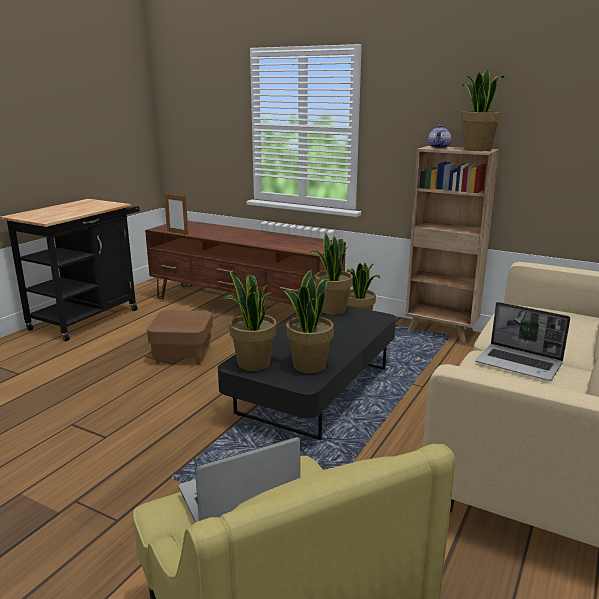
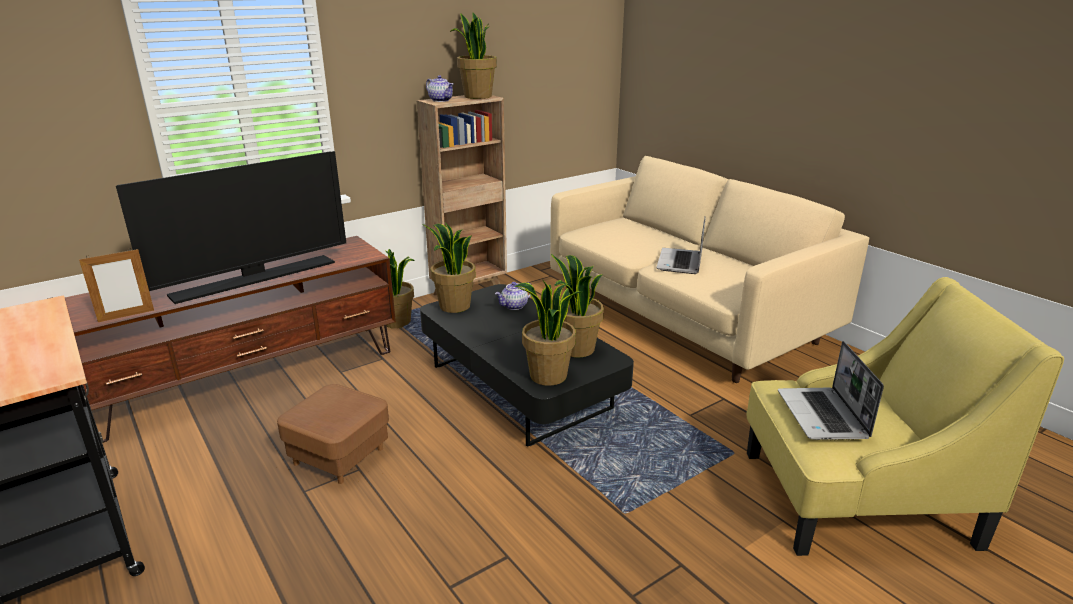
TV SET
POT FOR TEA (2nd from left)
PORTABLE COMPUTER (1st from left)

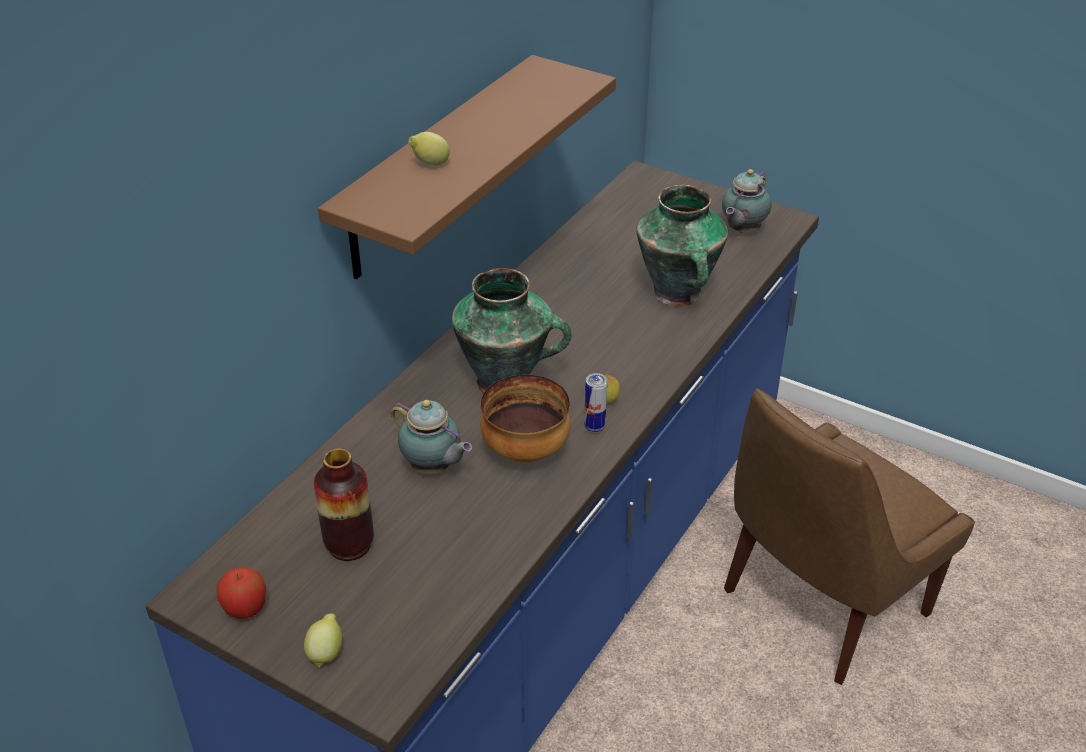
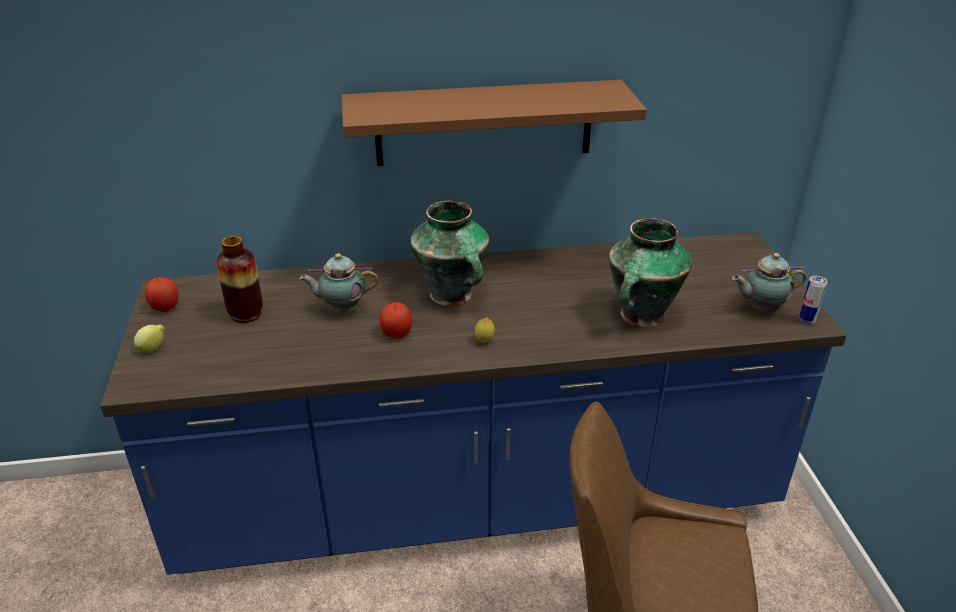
CITRUS FRUIT (2nd from left in the first image)
SEALED CAN
APPLE (2nd from left)
POT FOR TEA (1st from left)

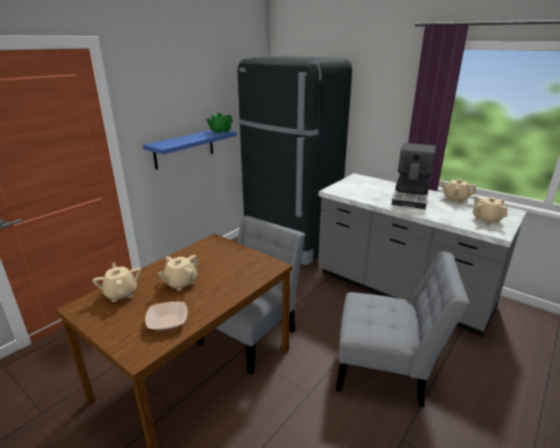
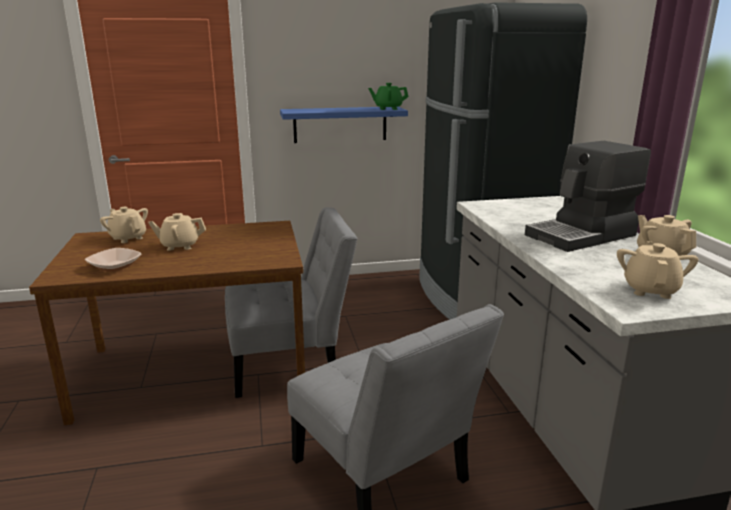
SAND-COLOURED POT FOR TEA (1st from left)

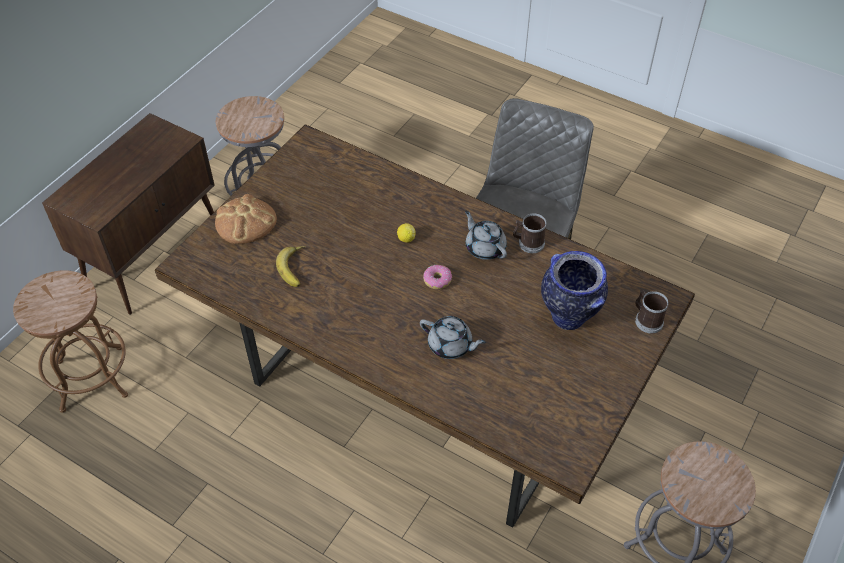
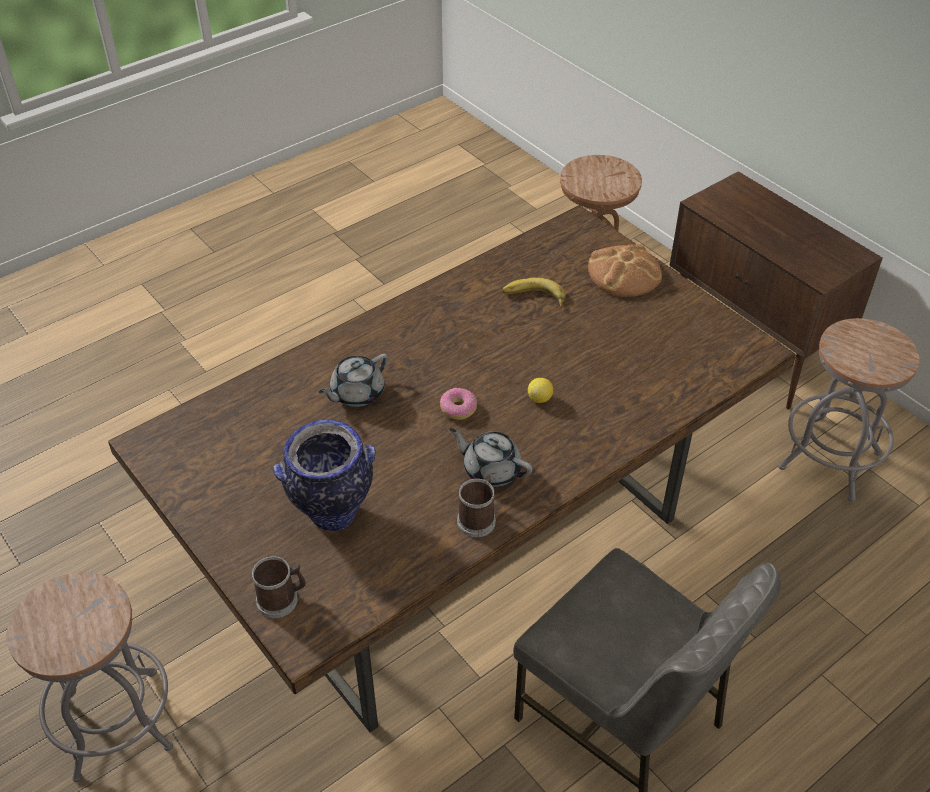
GREY POT FOR TEA (2nd from left)

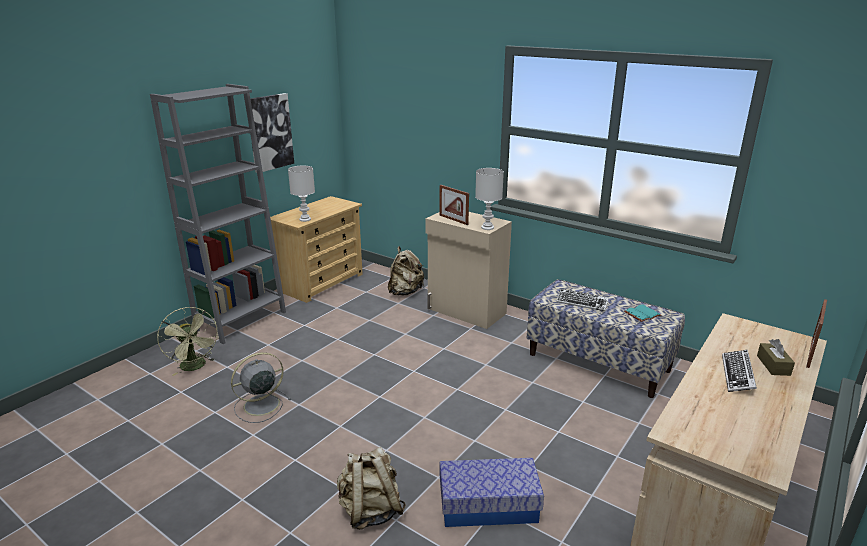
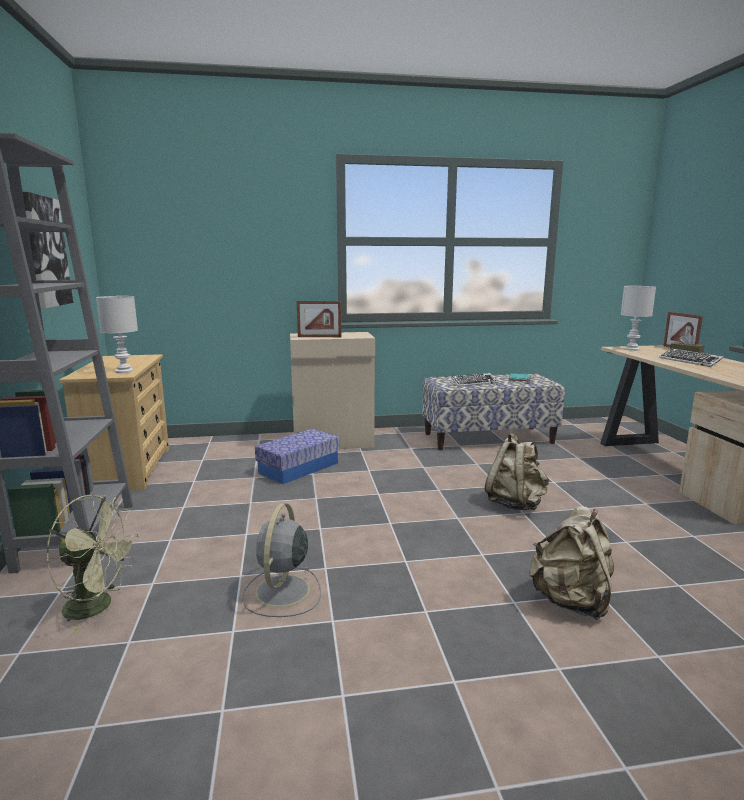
SAND-COLOURED BACKPACK (1st from left)
STORAGE BOX
WHITE TABLETOP LAMP (2nd from left)

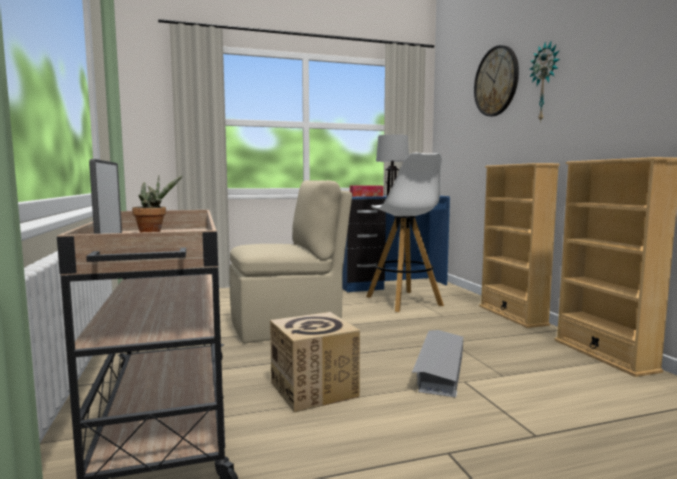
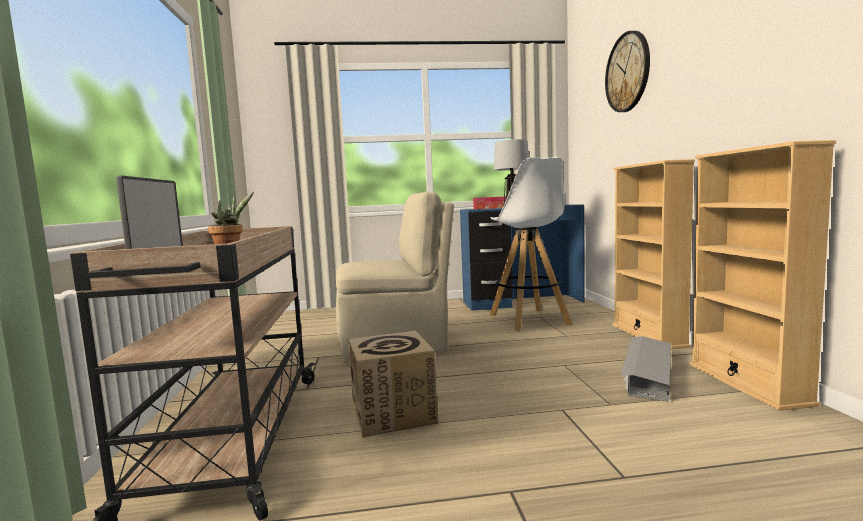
HANGING CLOCK (2nd from left in the first image)
GREY STORAGE BOX

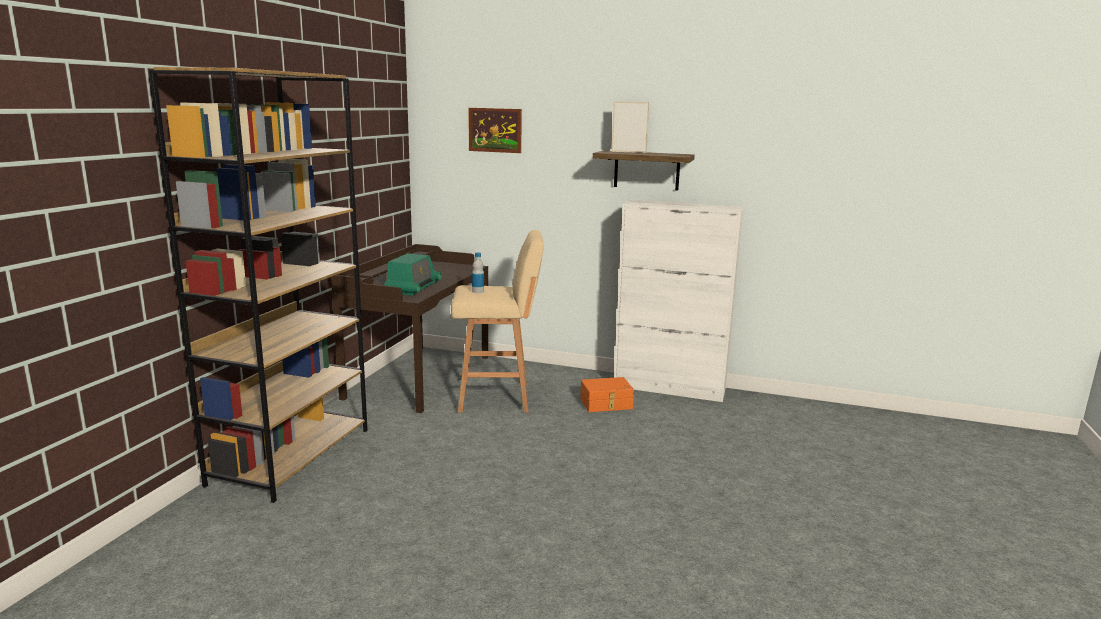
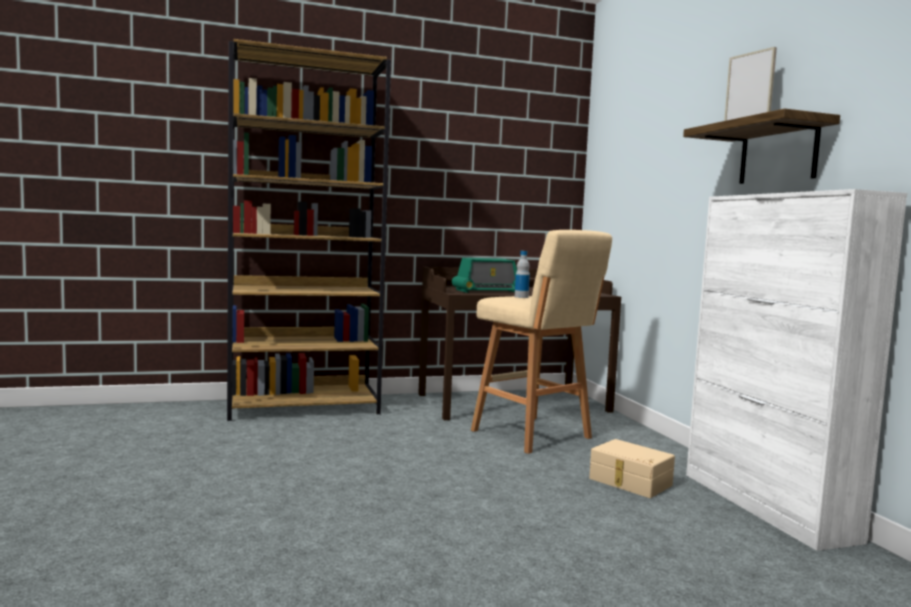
WALL PICTURE
SAND-COLOURED STORAGE BOX

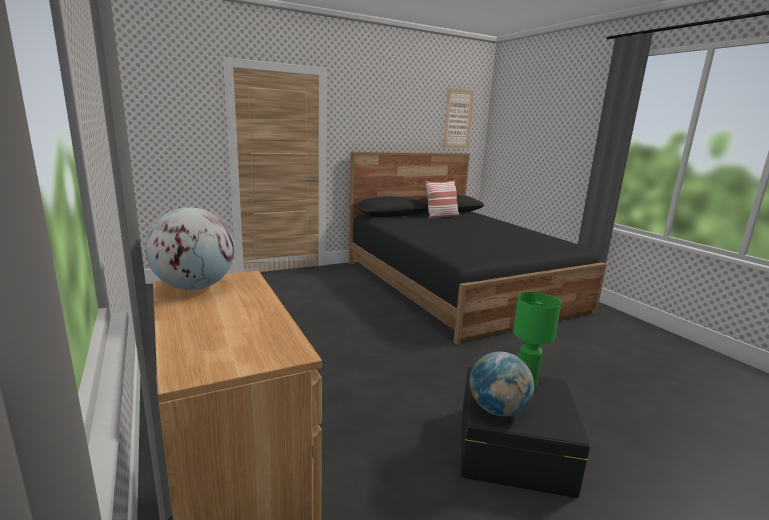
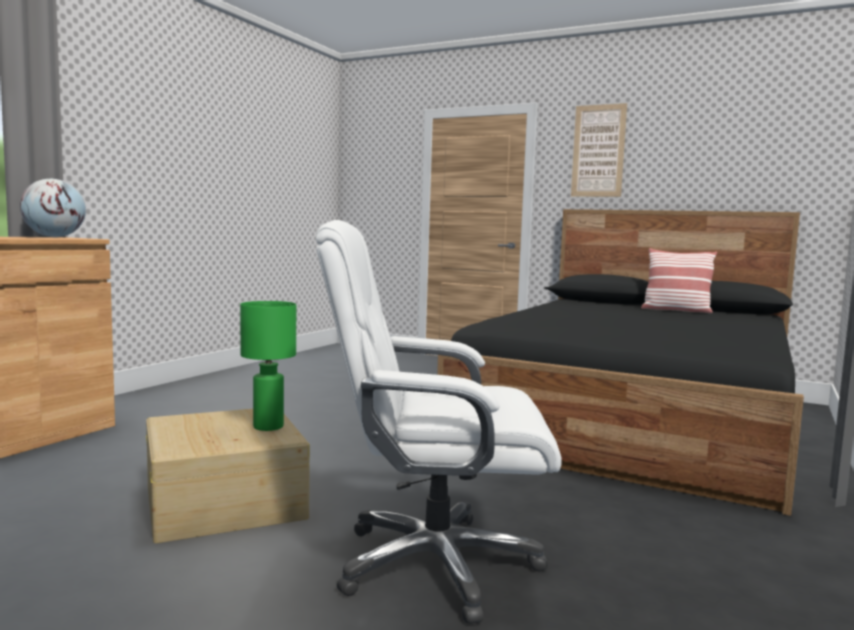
GLOBE (2nd from left in the first image)
WHITE DESK CHAIR
WALL PICTURE
SAND-COLOURED STORAGE BOX

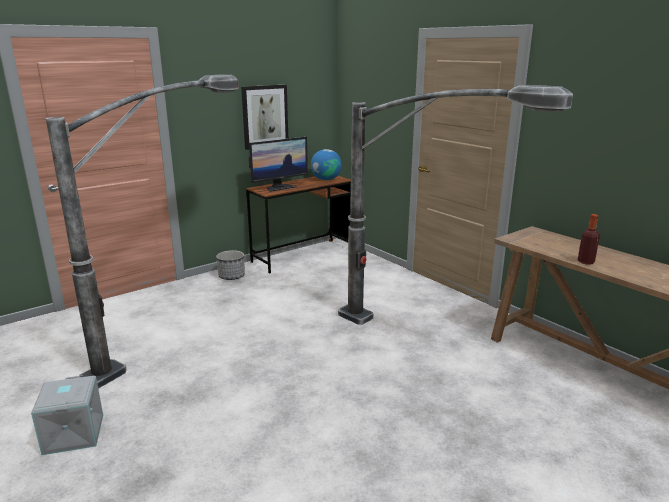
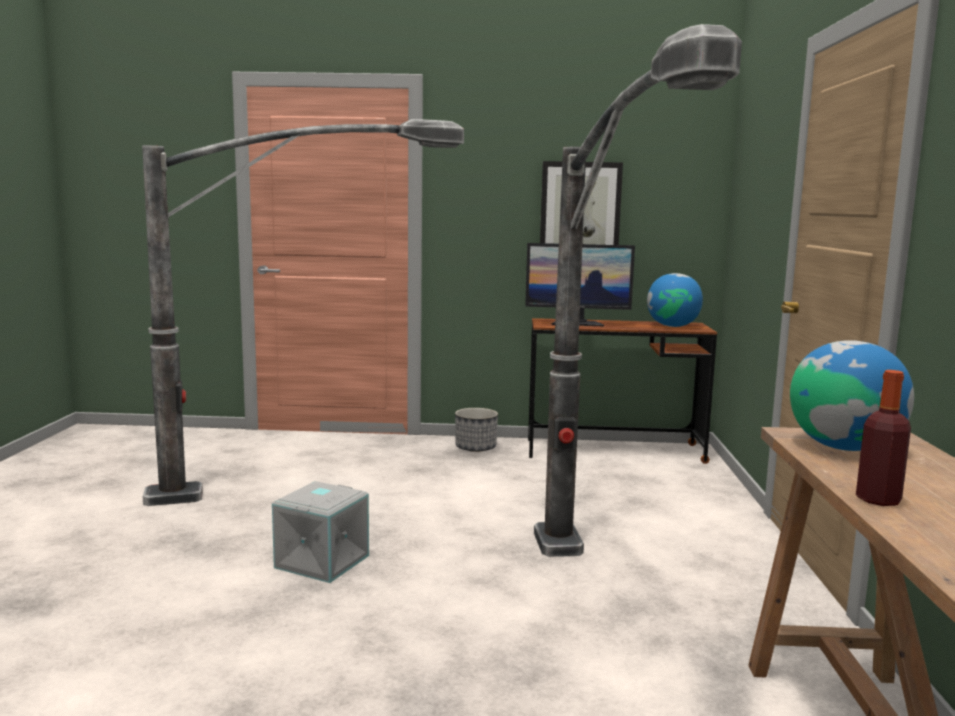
GLOBE (2nd from left)
GREY STORAGE BOX

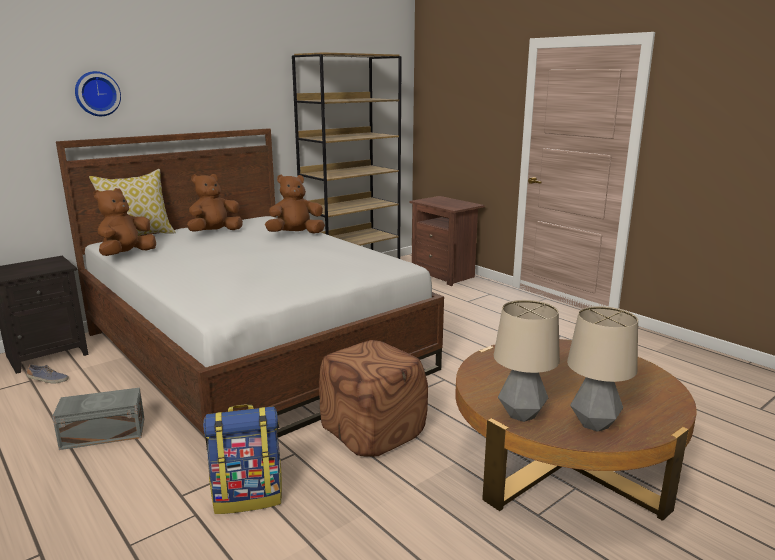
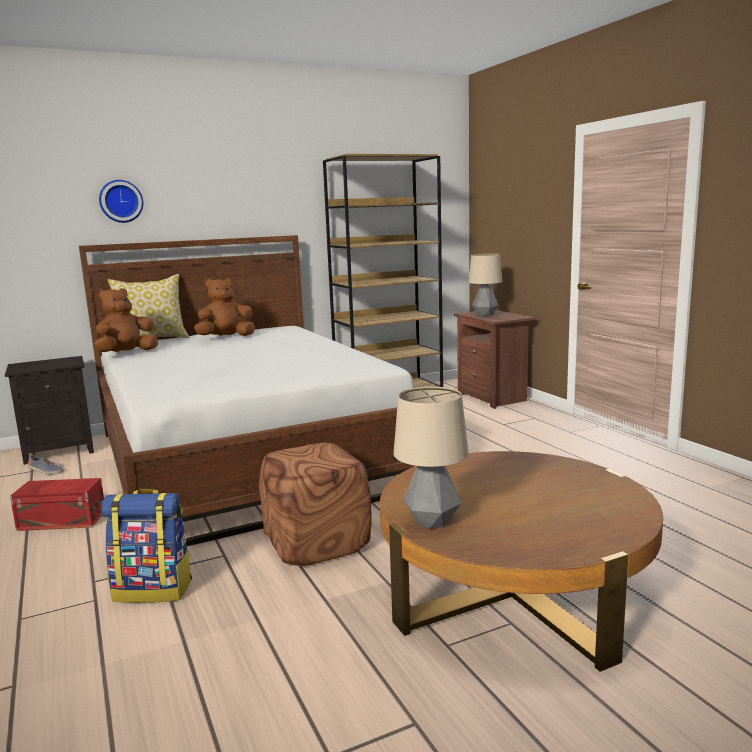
BROWN-COLOURED PLUSH TOY (3rd from left in the first image)
TABLETOP LAMP (2nd from left)
RED STORAGE BOX

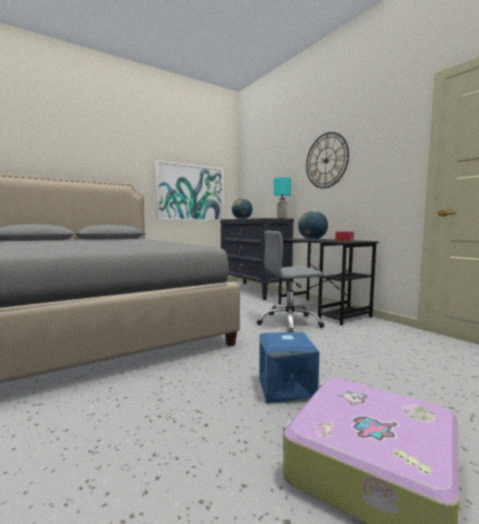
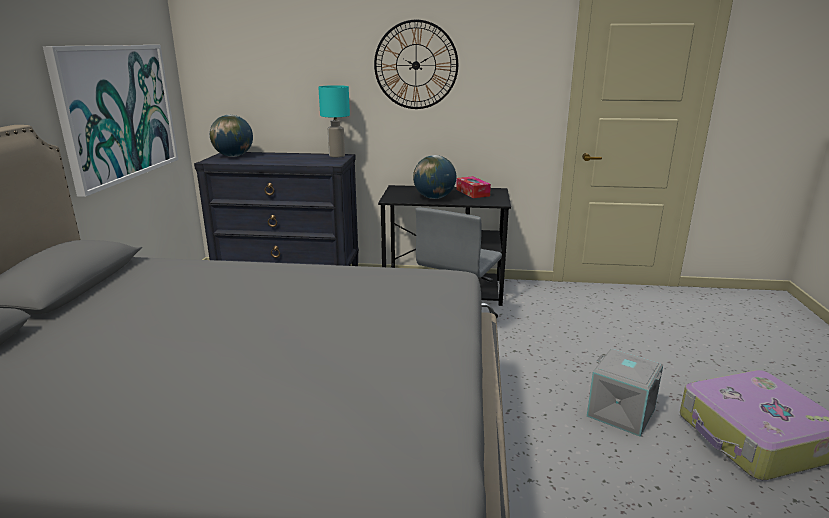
GREY STORAGE BOX

